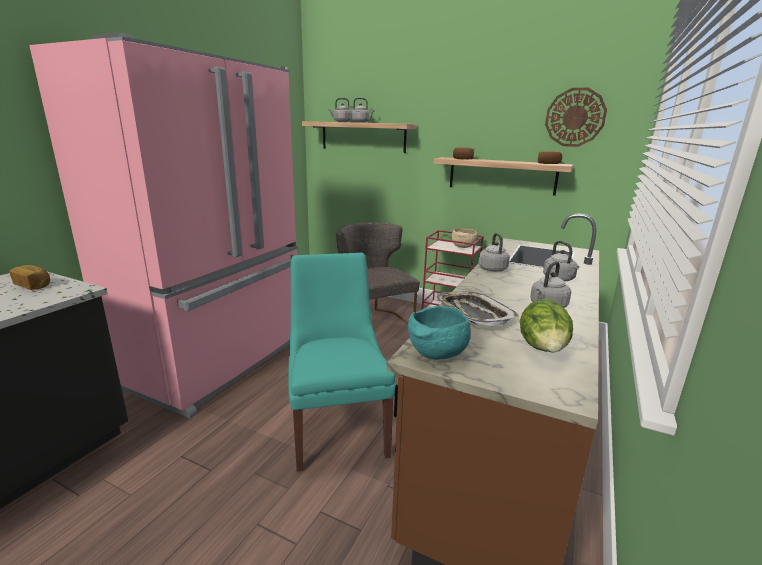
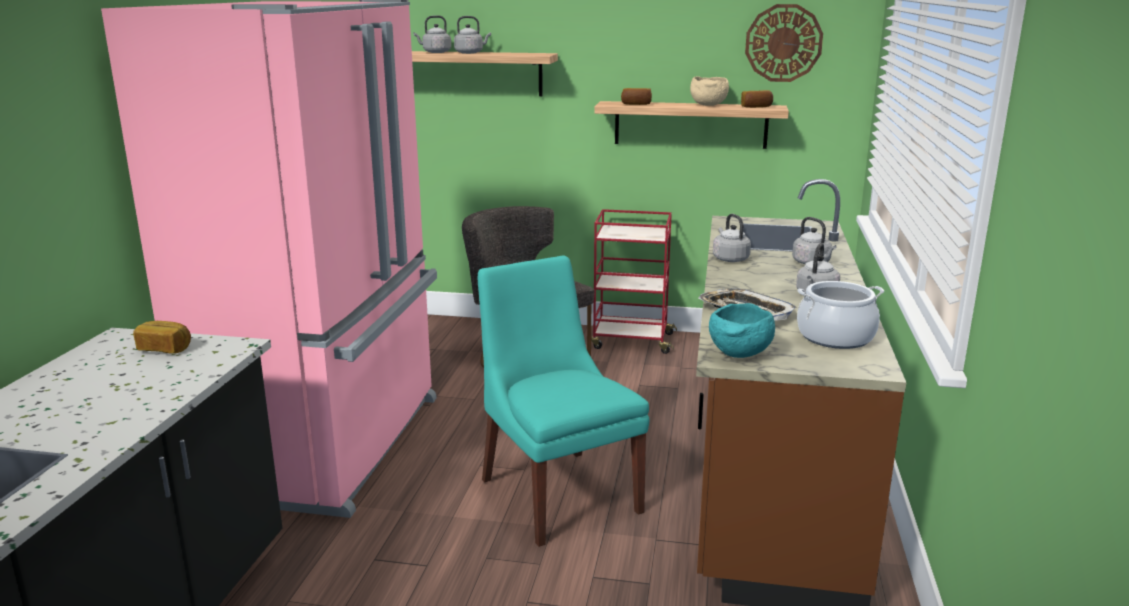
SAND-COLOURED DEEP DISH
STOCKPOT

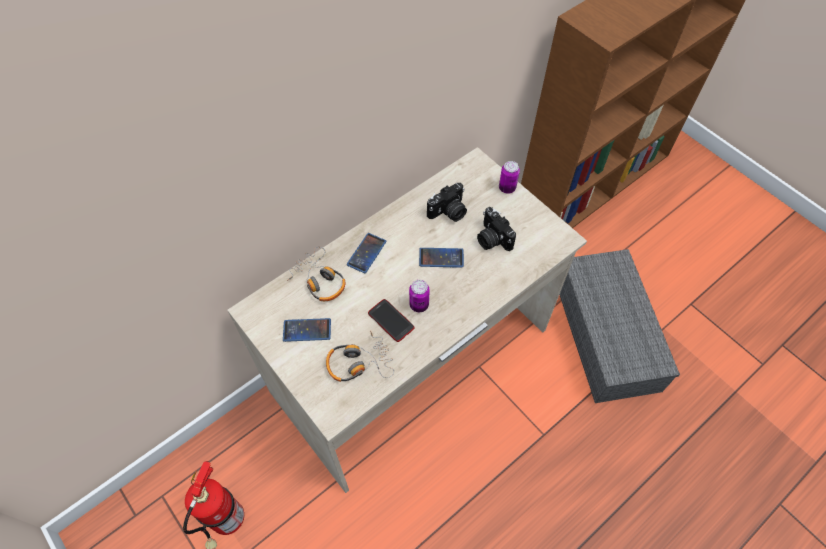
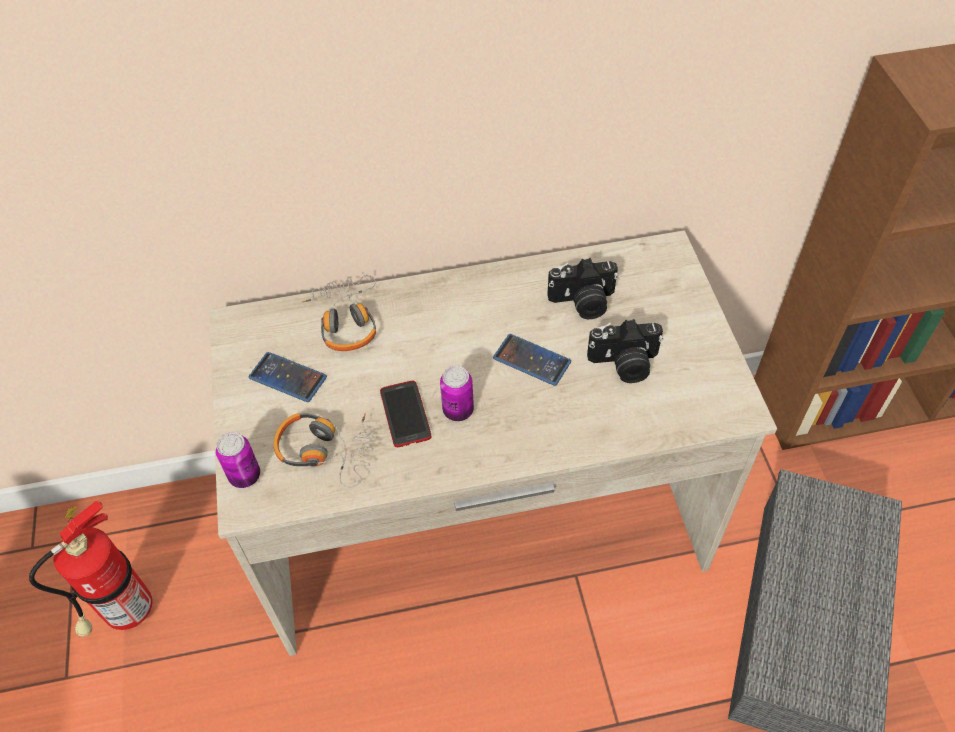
HANDSET (2nd from left in the first image)
SEALED CAN (1st from left)
PHOTO CAMERA (2nd from left)

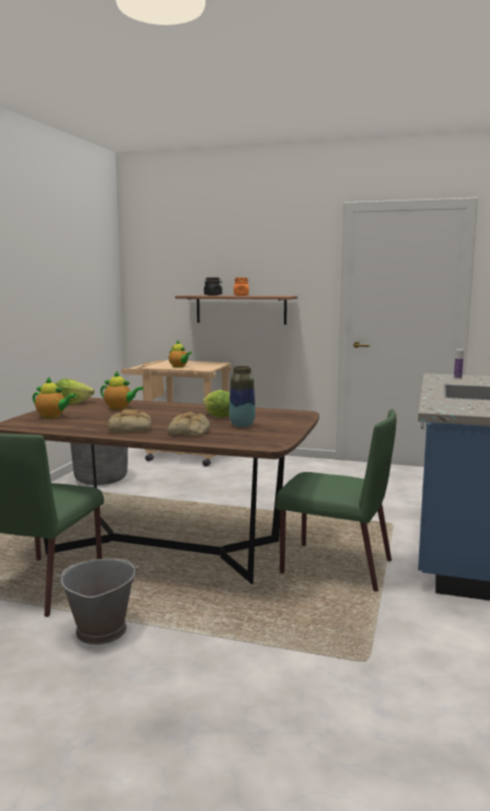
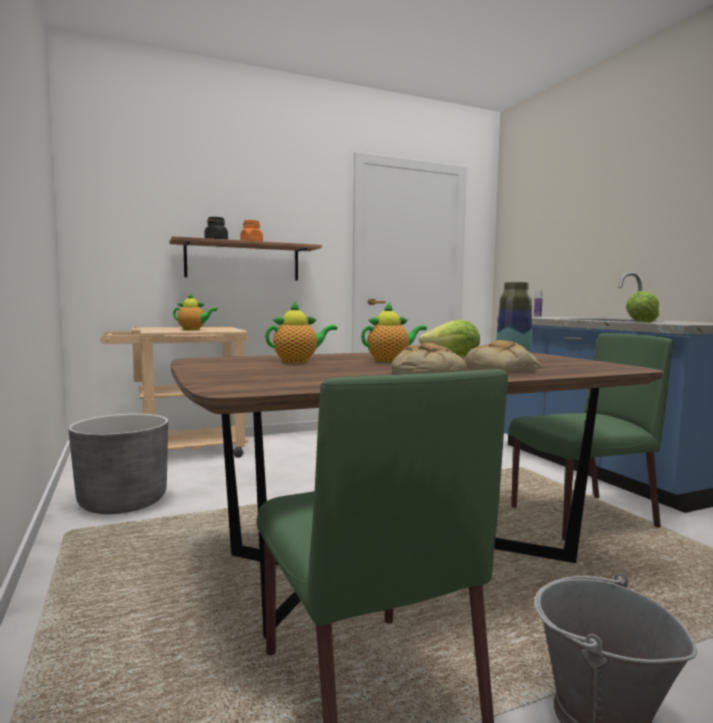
POT FOR TEA (3rd from left)
LETTUCE (2nd from left)

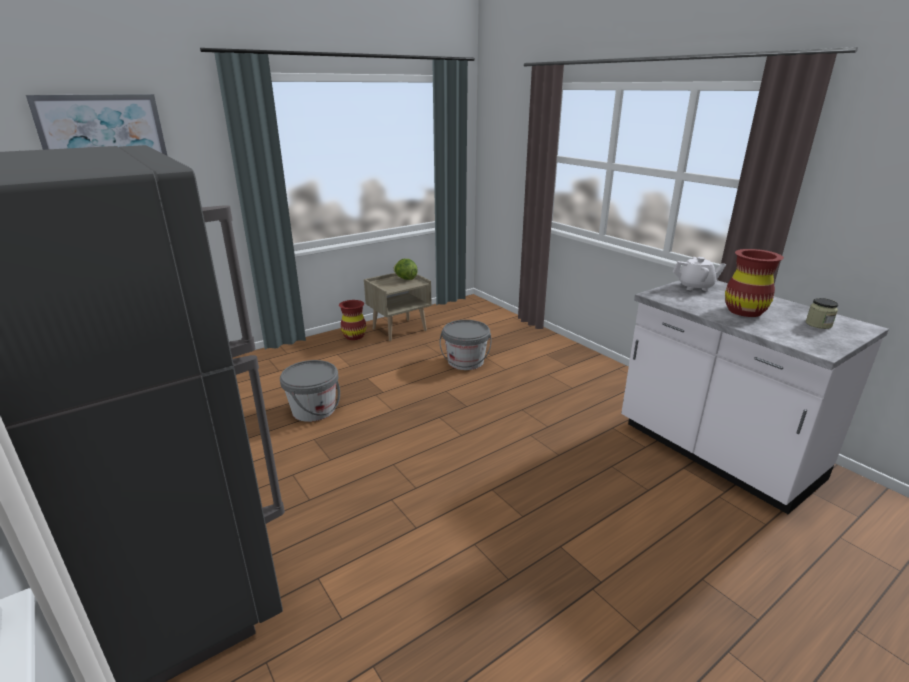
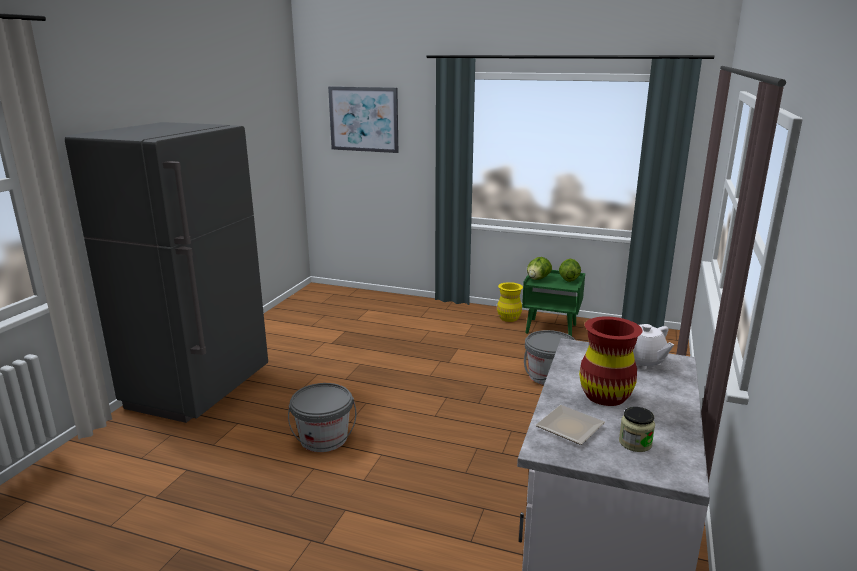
LETTUCE (1st from left)
DINNER PLATE
GREY WATER BUCKET (1st from left)
YELLOW DECORATIVE VASE
GREEN-COLOURED NIGHTSTAND

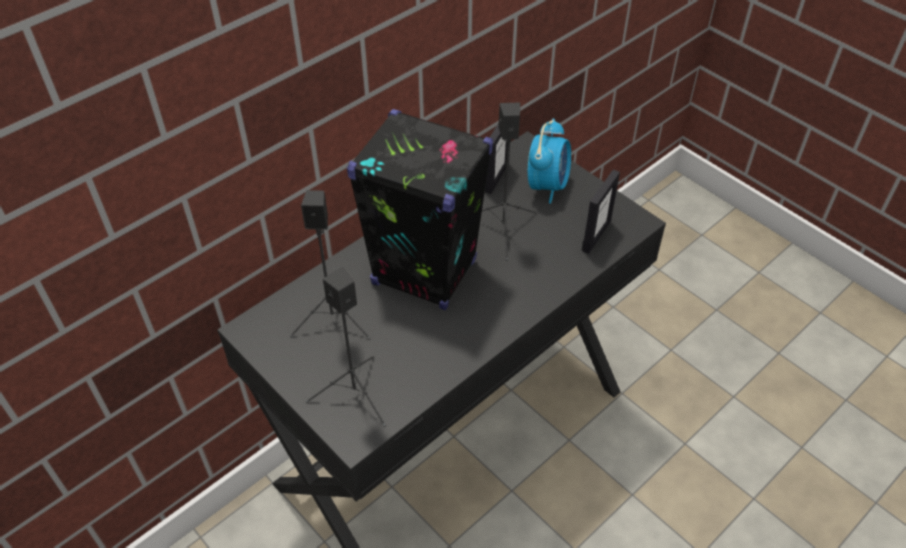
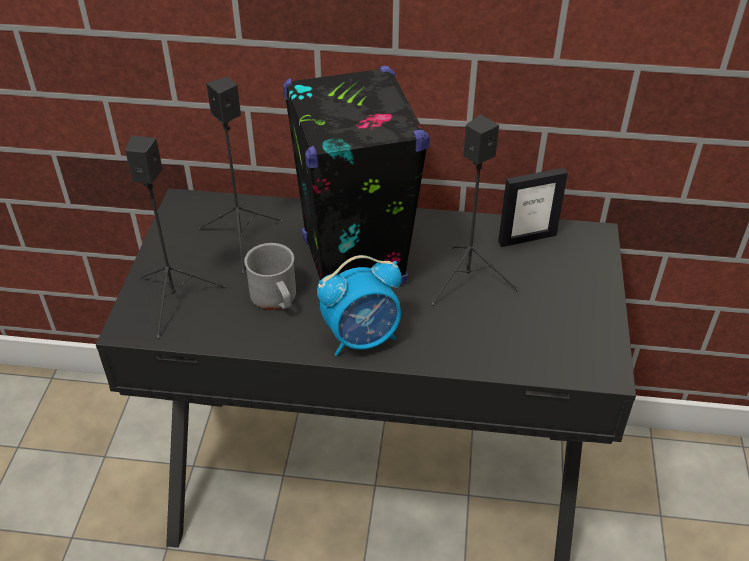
PHOTO FRAME (2nd from left in the first image)
GREY MUG
TABLE CLOCK

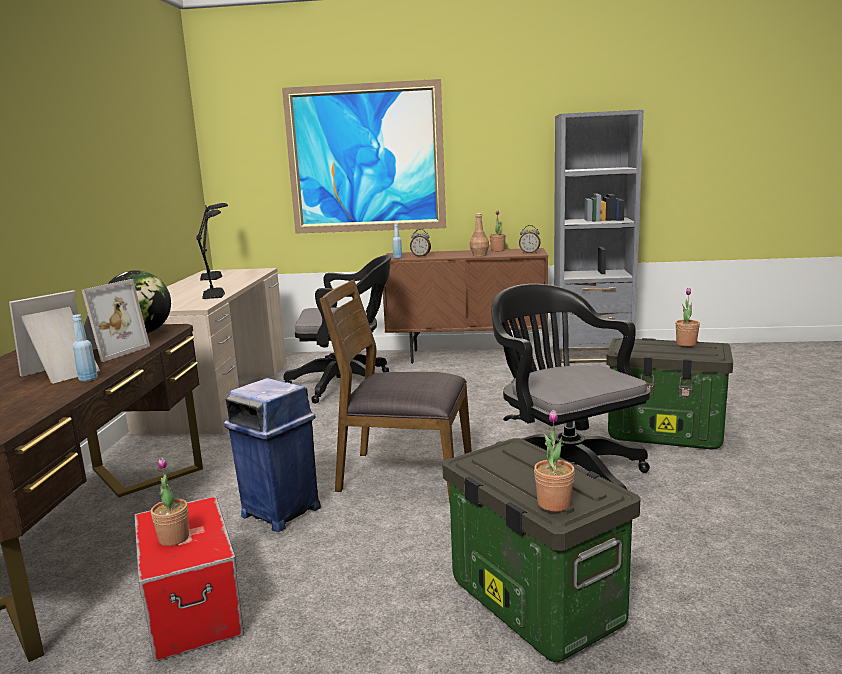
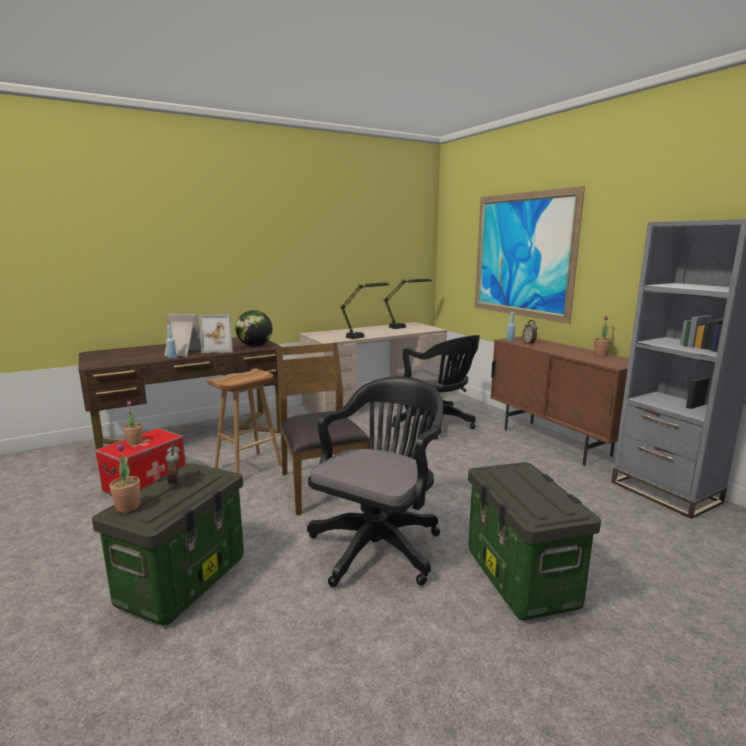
BROWN-COLOURED DRINK BOTTLE
HOUSEPLANT (4th from left in the first image)
TABLE CLOCK (1st from left)
BROWN-COLOURED SITTING STOOL

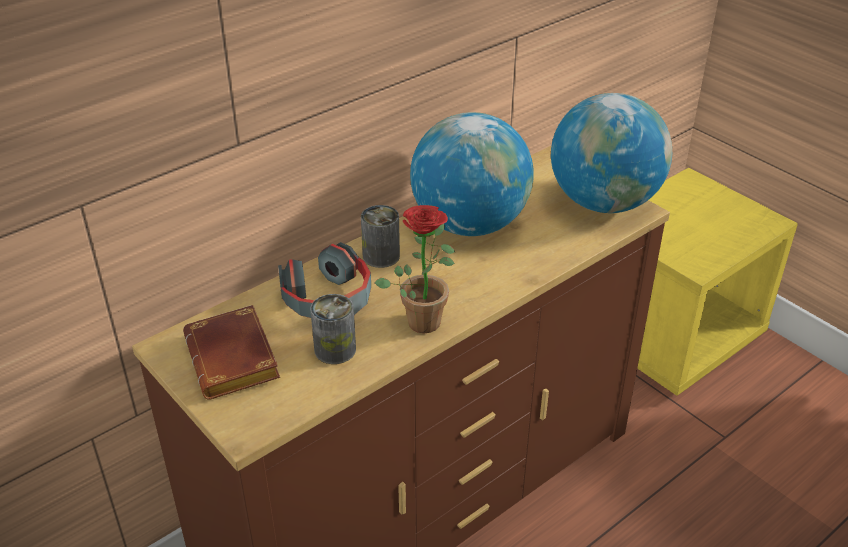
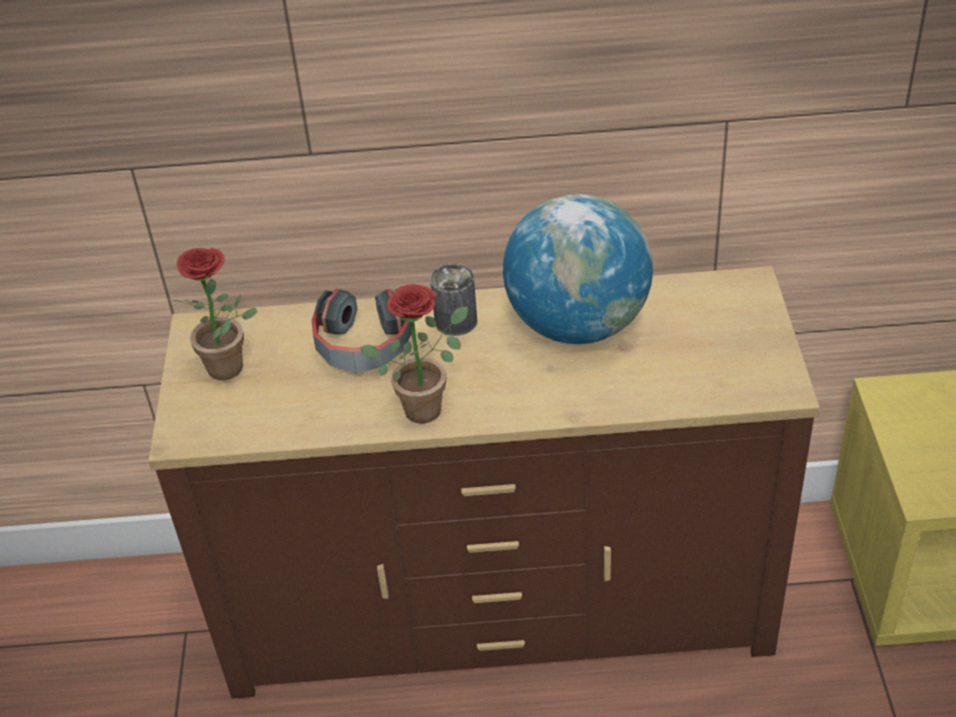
SEALED CAN (1st from left in the first image)
GLOBE (2nd from left in the first image)
HOUSEPLANT (1st from left)

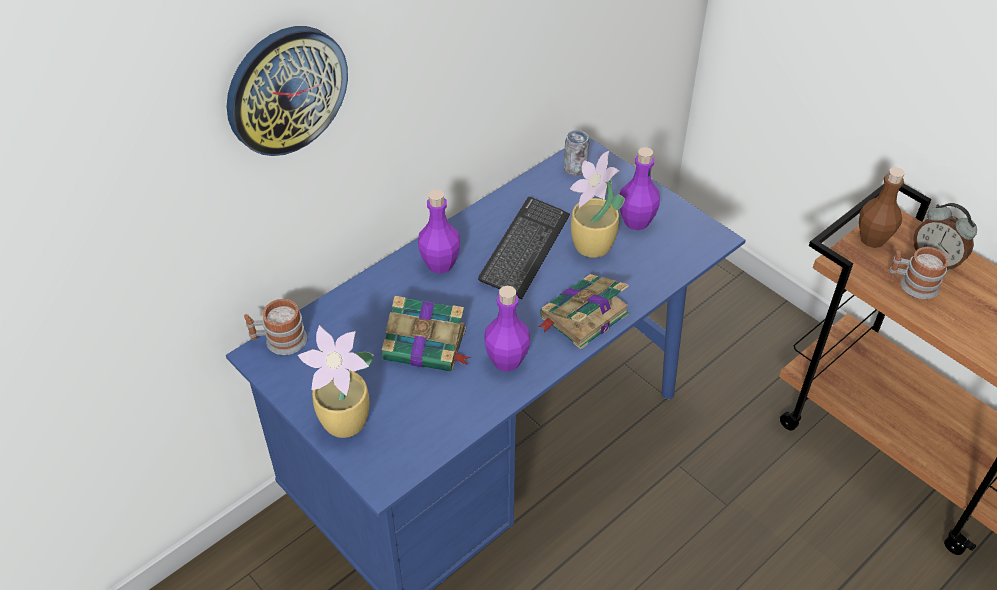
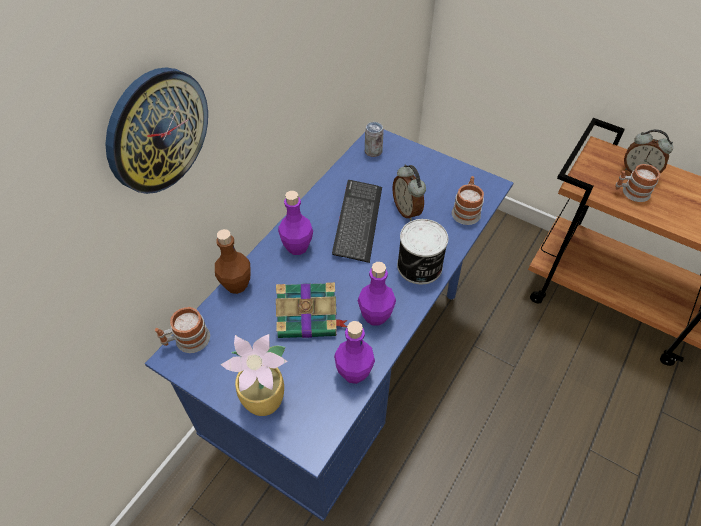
MUG (2nd from left)
PURPLISH DRINK BOTTLE (2nd from left)
BROWN-COLOURED DRINK BOTTLE
SEALED CAN (2nd from left)
TABLE CLOCK (1st from left)

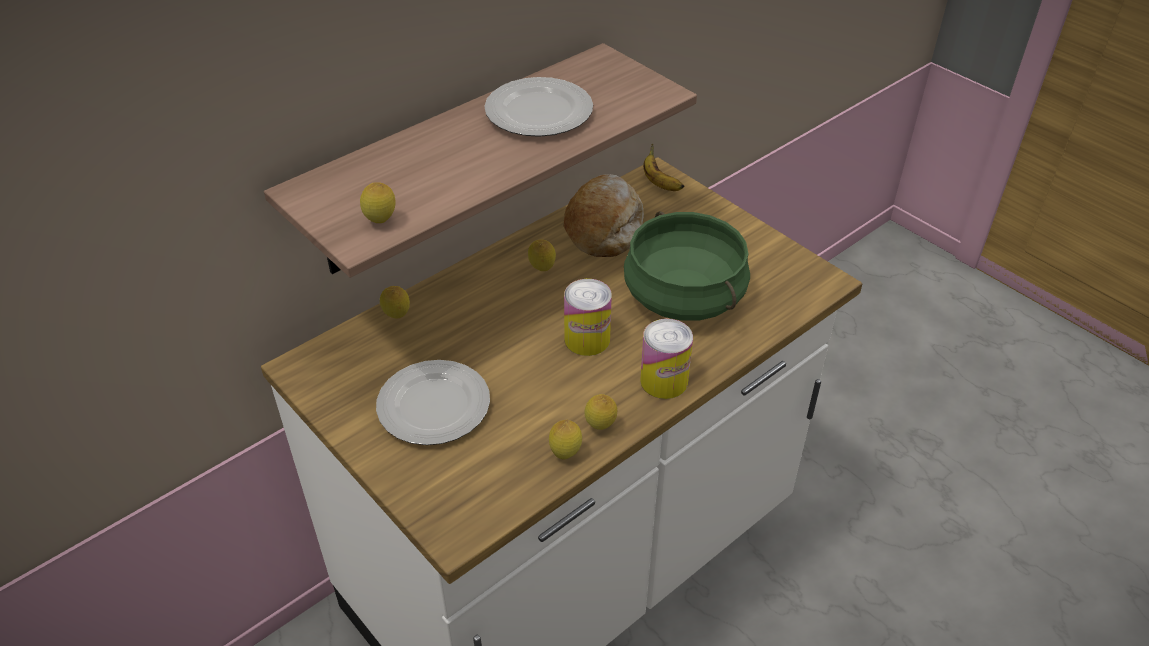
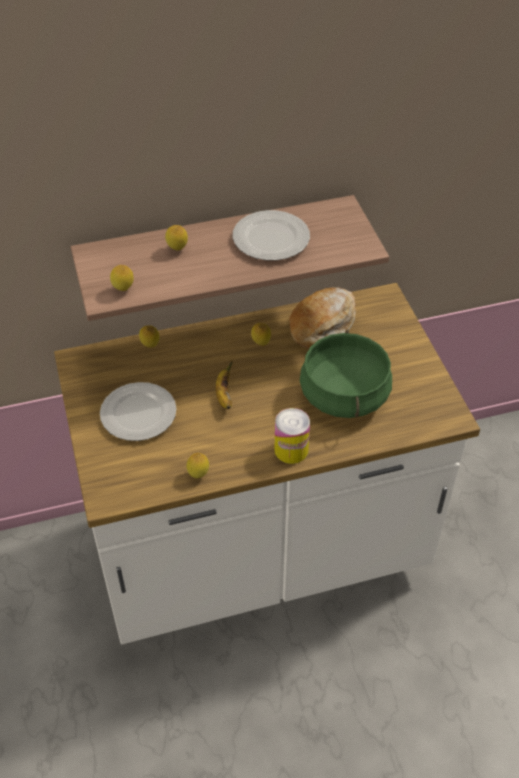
SEALED CAN (1st from left in the first image)
CITRUS FRUIT (3rd from left)
BANANA

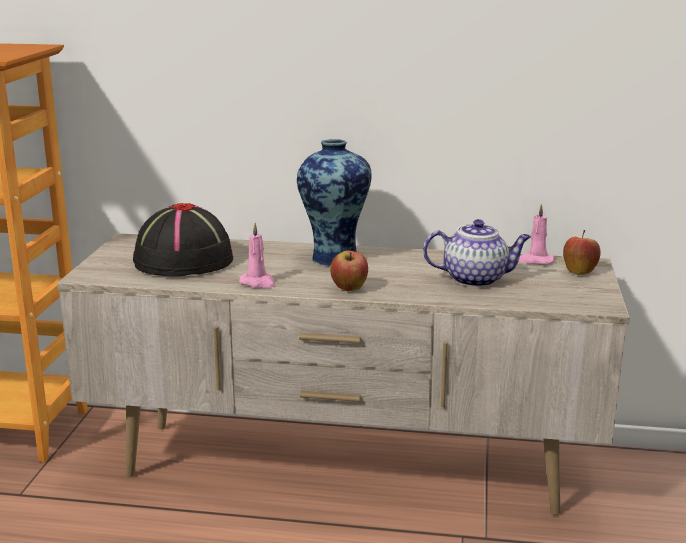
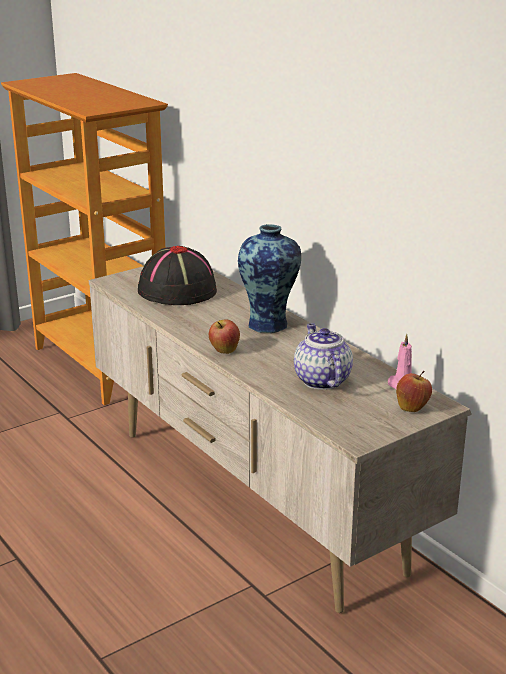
PINK-COLOURED CANDLE (1st from left in the first image)
POT FOR TEA

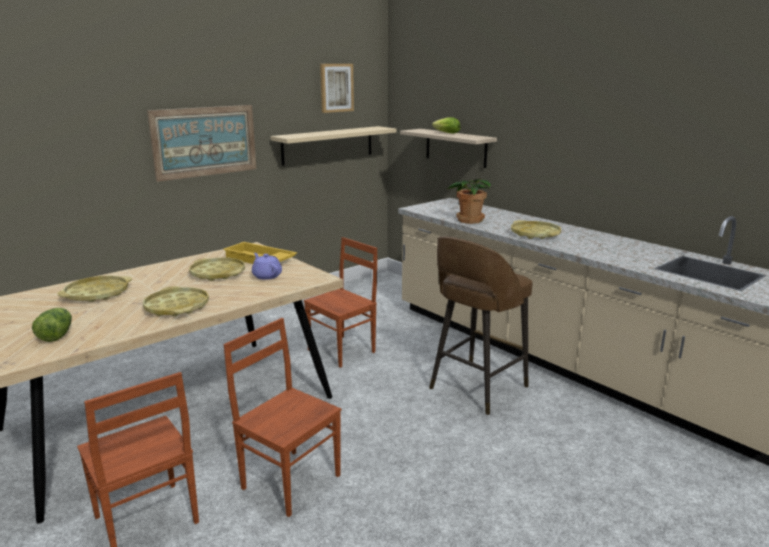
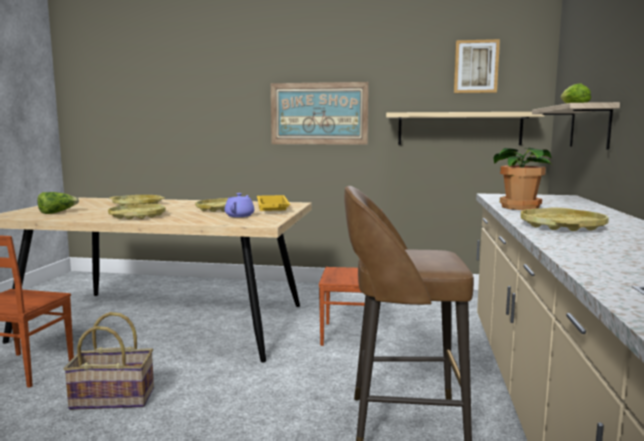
BASKET

